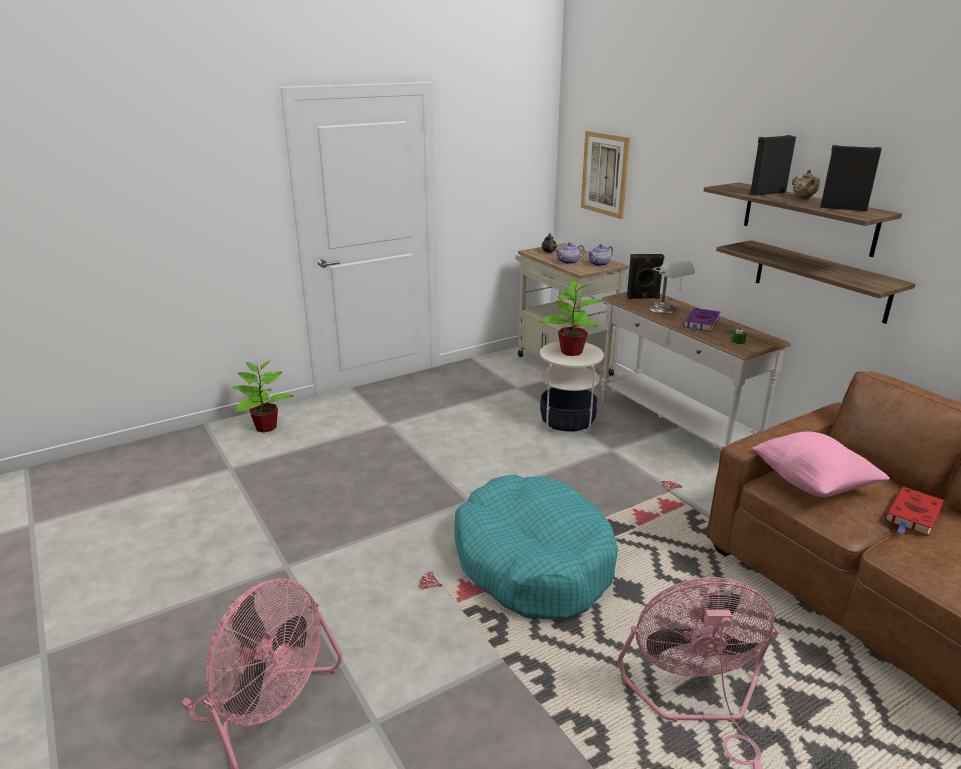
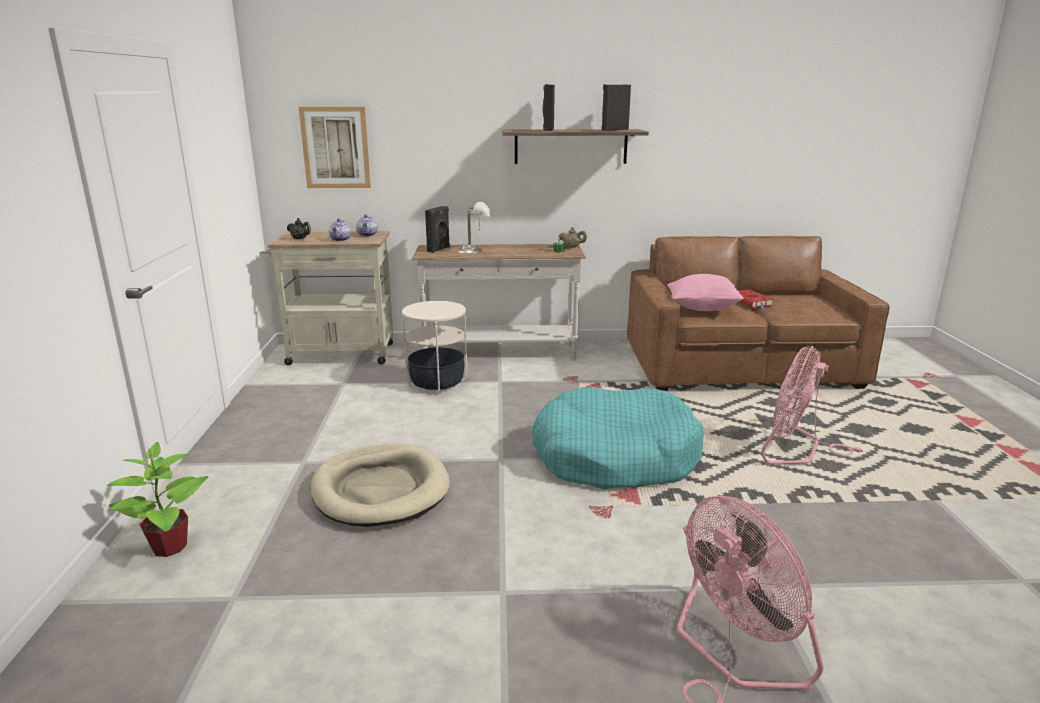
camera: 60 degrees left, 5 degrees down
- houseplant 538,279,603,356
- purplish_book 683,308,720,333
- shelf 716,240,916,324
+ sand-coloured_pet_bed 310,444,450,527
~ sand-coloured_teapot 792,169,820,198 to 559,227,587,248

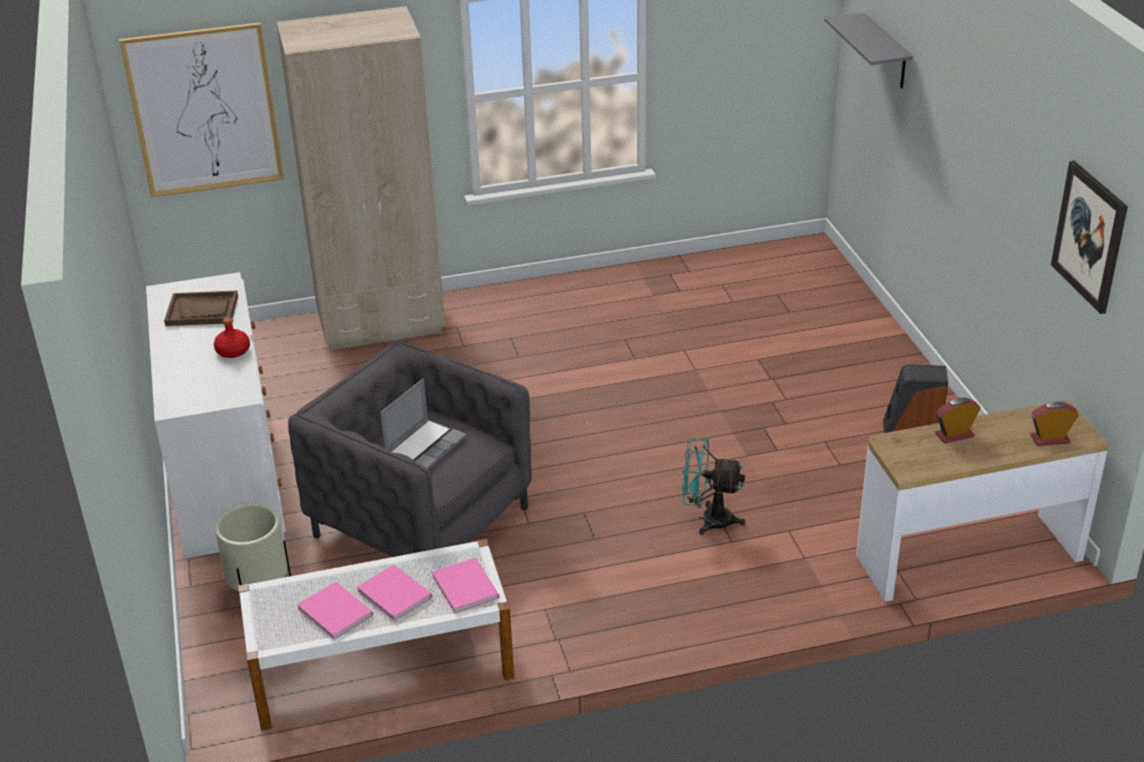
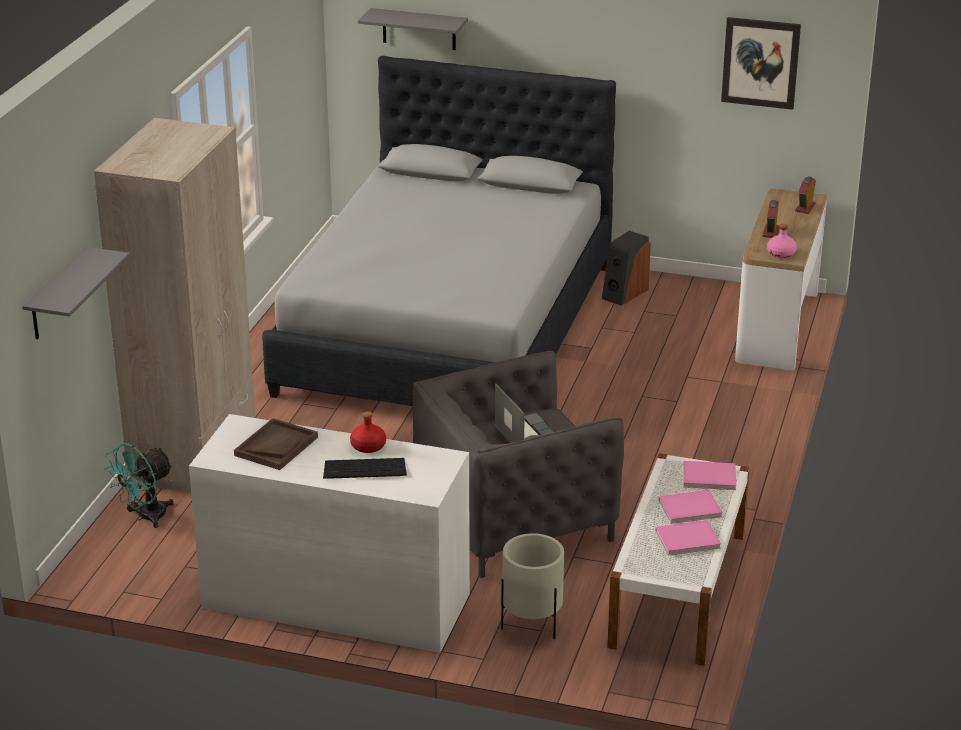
camera: 60 degrees left, 5 degrees down
+ greyish_bedroom_bed 262,56,616,406
+ PC_keyboard 323,458,407,479
+ pinkish_drink_bottle 767,224,797,258
~ blue-green_fan 681,438,745,535 to 104,443,174,528
~ wall_art 119,22,284,198 to greyish_shelf 22,247,130,339

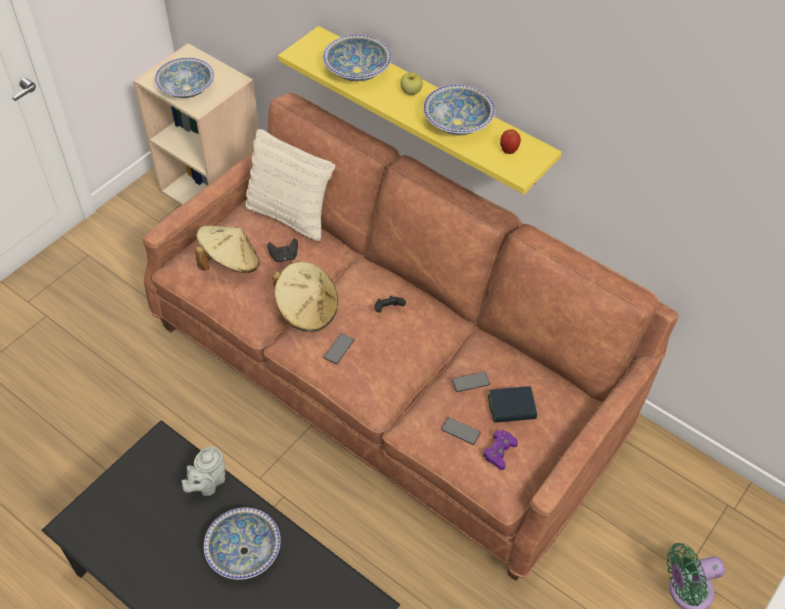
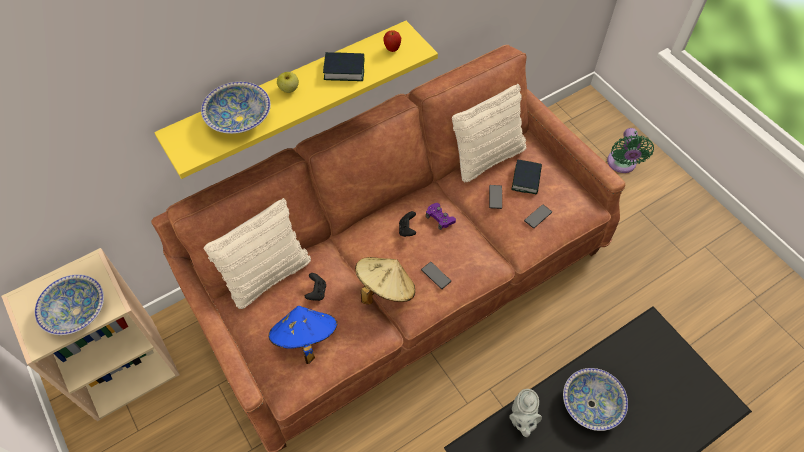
camera: 70 degrees left, 5 degrees up
+ sand-coloured_throw_pillow 451,84,527,182
~ purplish_gamepad 483,430,518,470 to 426,203,456,230
~ bowl 423,85,495,135 to book 323,52,364,81
~ sand-coloured_wearable_hat 195,225,260,273 to blue-coloured_wearable_hat 268,306,337,364
~ greyish_teapot 181,447,225,496 = 509,389,542,437 45 degrees clockwise

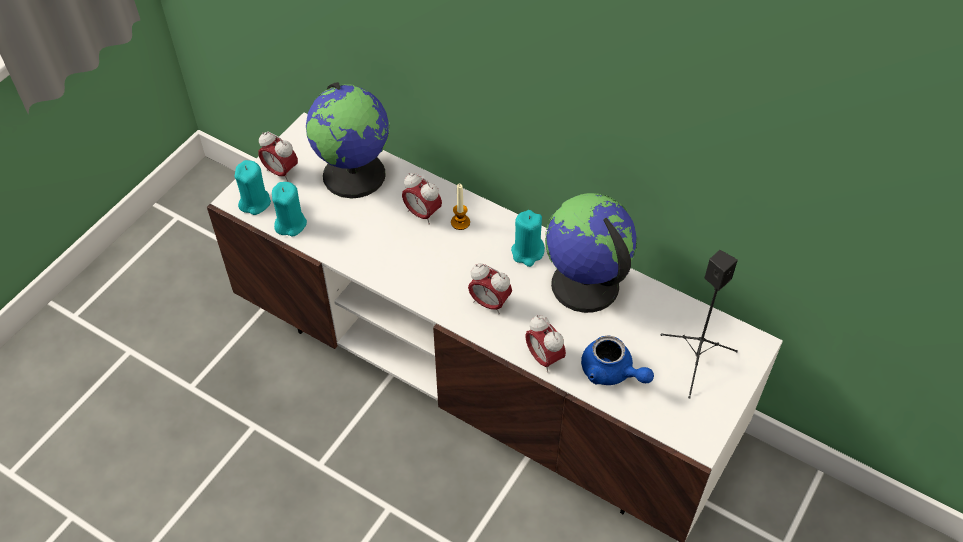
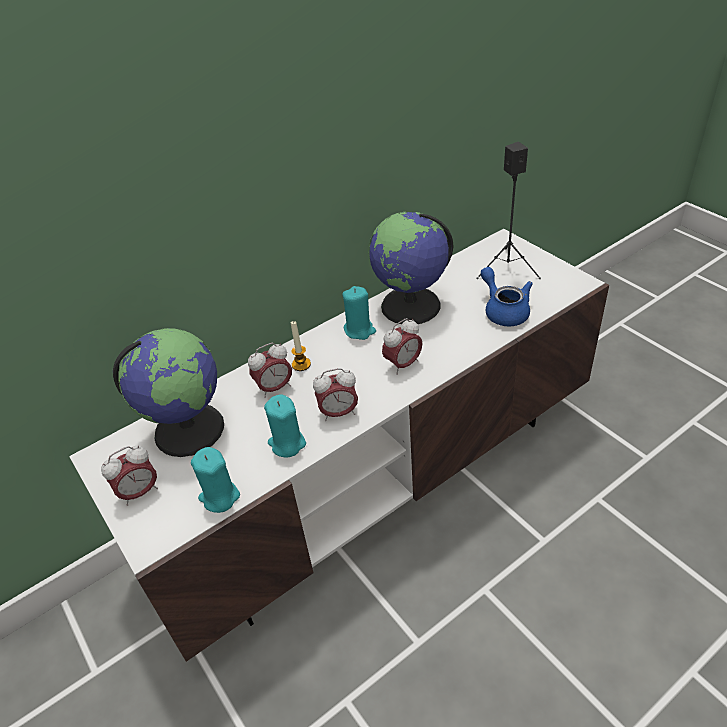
camera: 65 degrees left, 10 degrees down
~ blue-green_wax_candle 235,160,271,215 to 264,395,306,458
~ alarm_clock 525,315,566,373 to 313,368,358,421
~ blue-coloured_teapot 581,336,654,385 = 481,267,533,326 90 degrees counterclockwise

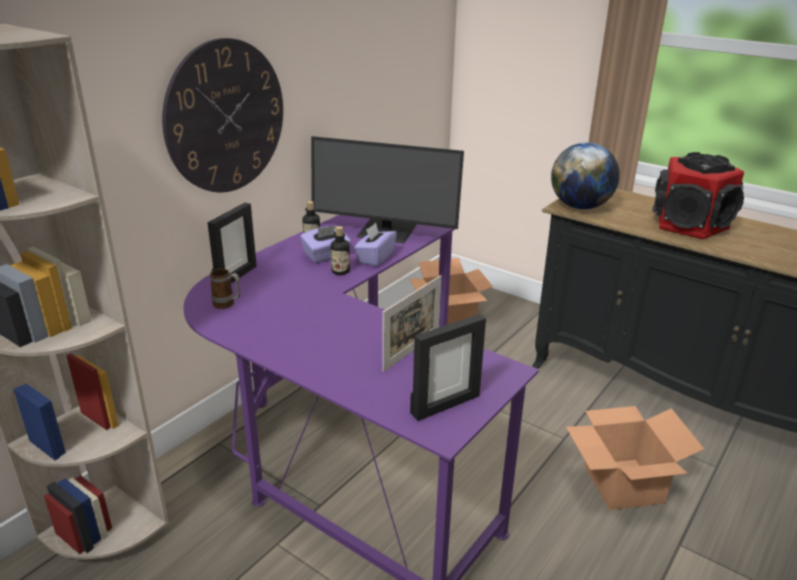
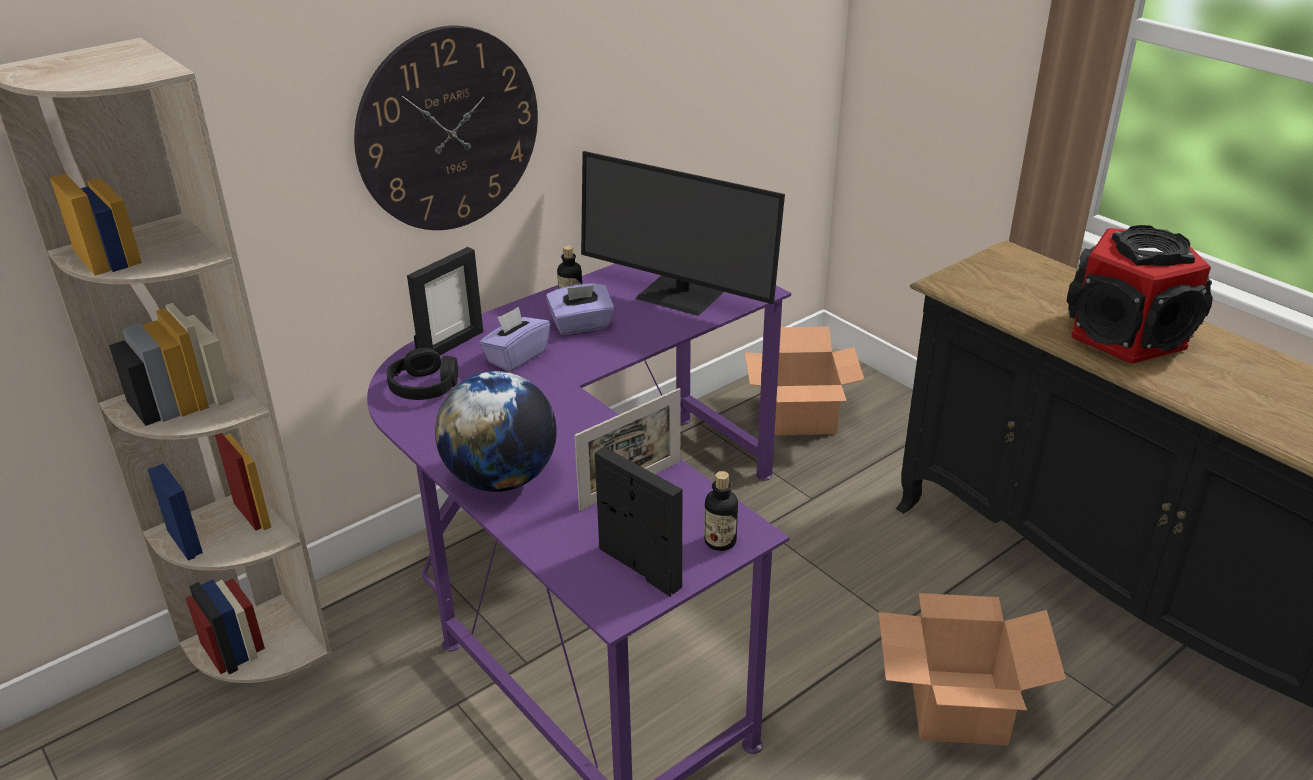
camera: 15 degrees right, 5 degrees up
~ drink_bottle 331,226,350,275 to 704,471,738,551
~ purplish_tissue_box 354,223,397,267 to 479,307,550,372
~ globe 551,142,620,209 to 435,371,557,492
~ coffee_mug 210,269,241,309 to black_pair_of_headphones 387,348,458,400
~ picture_frame 410,314,486,421 = 595,447,682,597 120 degrees counterclockwise

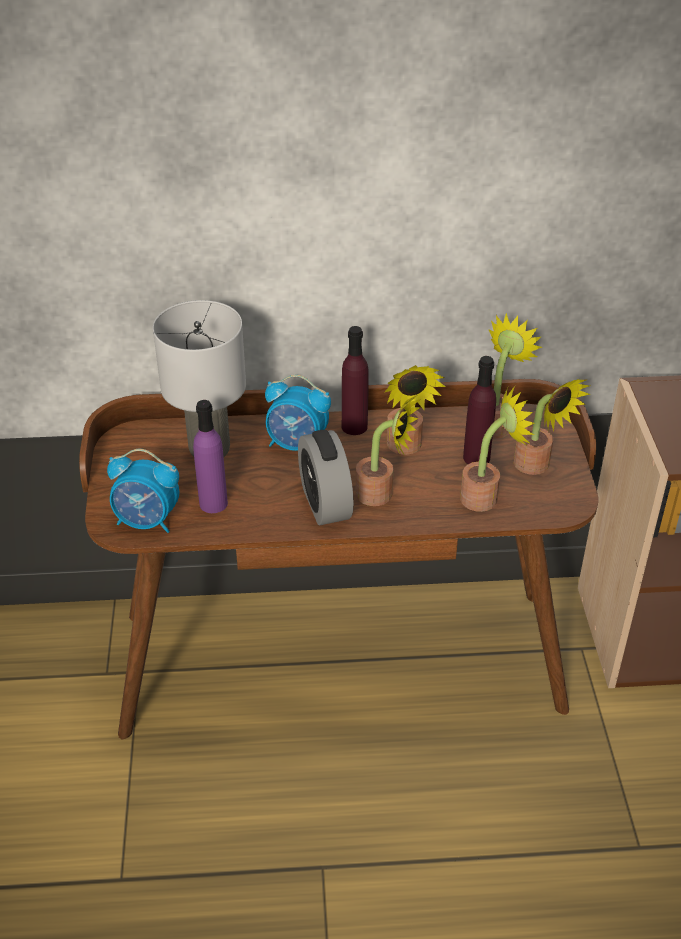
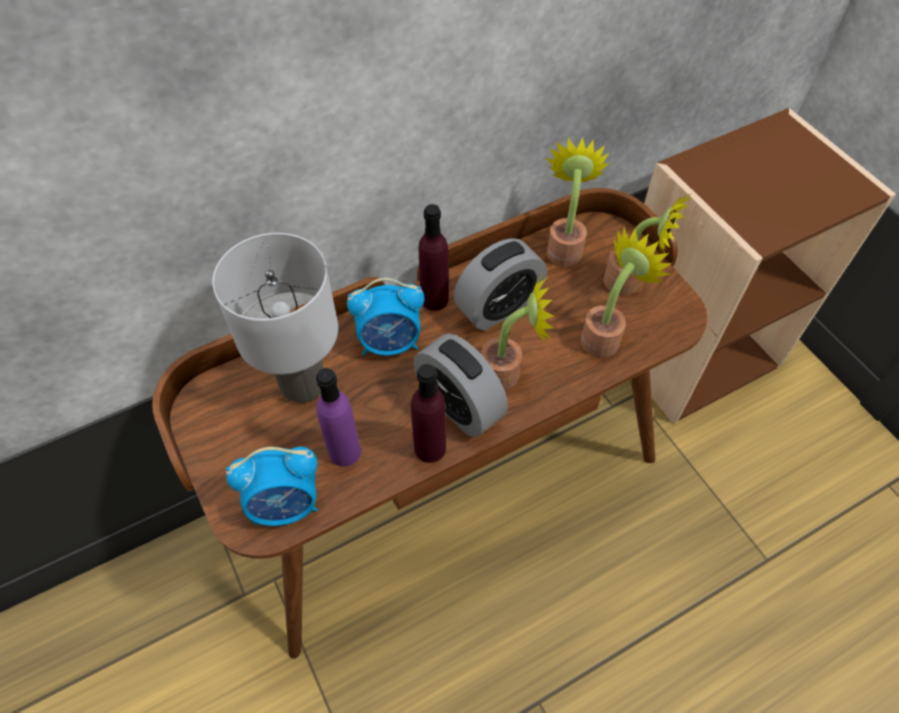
camera: 25 degrees left, 15 degrees up
~ purplish_drink_bottle 463,356,496,464 to 411,364,446,463
~ houseplant 384,365,446,455 to alarm_clock 454,238,547,330

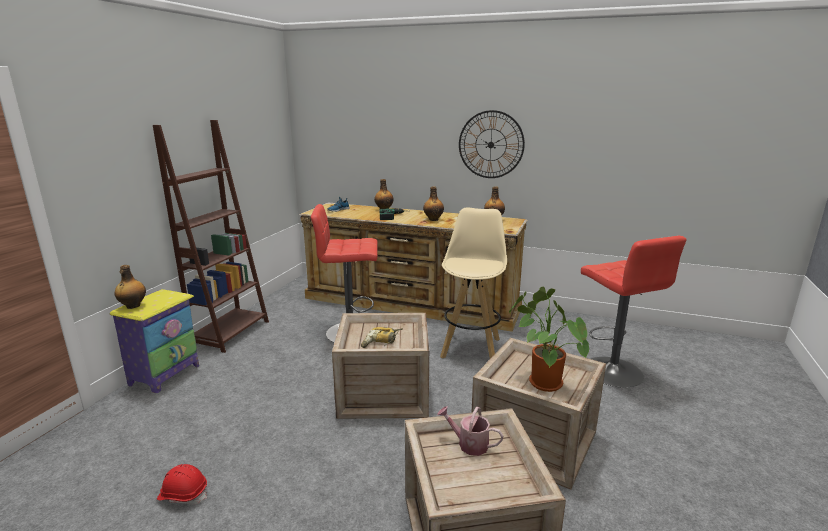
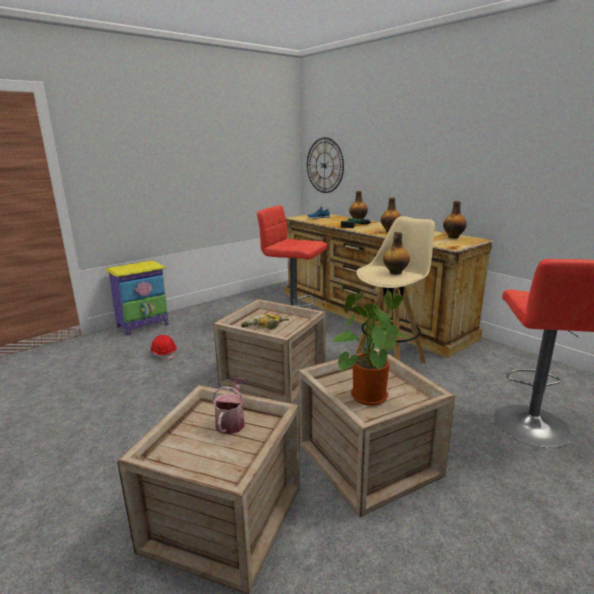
camera: 30 degrees right, 0 degrees up
- brown-coloured_shelving_unit 153,120,269,353
~ drink_bottle 115,265,146,309 to 383,232,410,275
~ reddish_safety_helmet 157,464,207,504 to 150,335,177,360
~ clock_on_the_wall 459,110,525,178 to 307,137,344,193
~ watering_pot 437,406,503,456 = 212,378,245,434 45 degrees clockwise

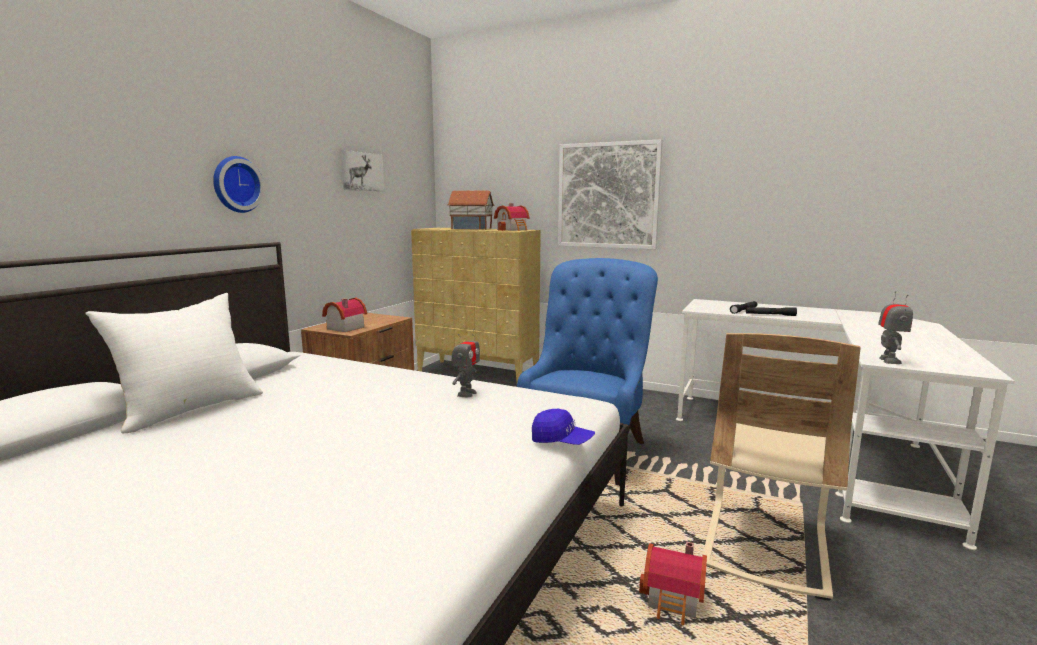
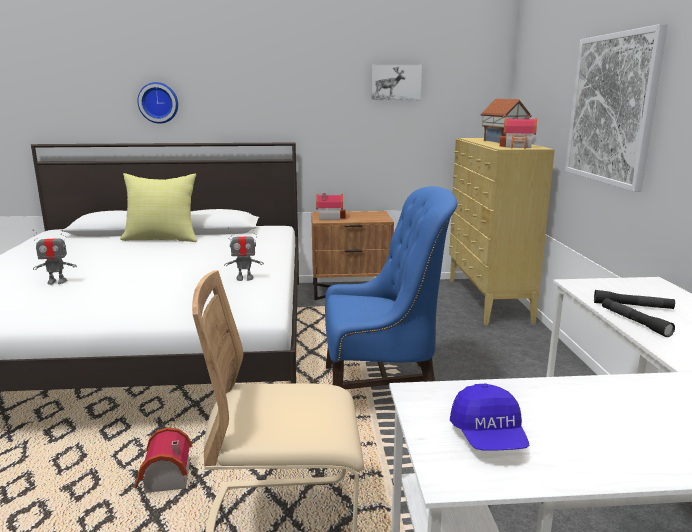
camera: 60 degrees right, 5 degrees up
~ clock_on_the_wall 213,156,264,213 to 137,82,178,124
~ blue-coloured_peaked_cap 532,409,595,445 to 450,383,529,451
~ toy_robot 878,291,913,364 to 33,229,77,285
~ white-coloured_throw_pillow 85,293,263,433 to yellow-coloured_throw_pillow 120,173,197,242

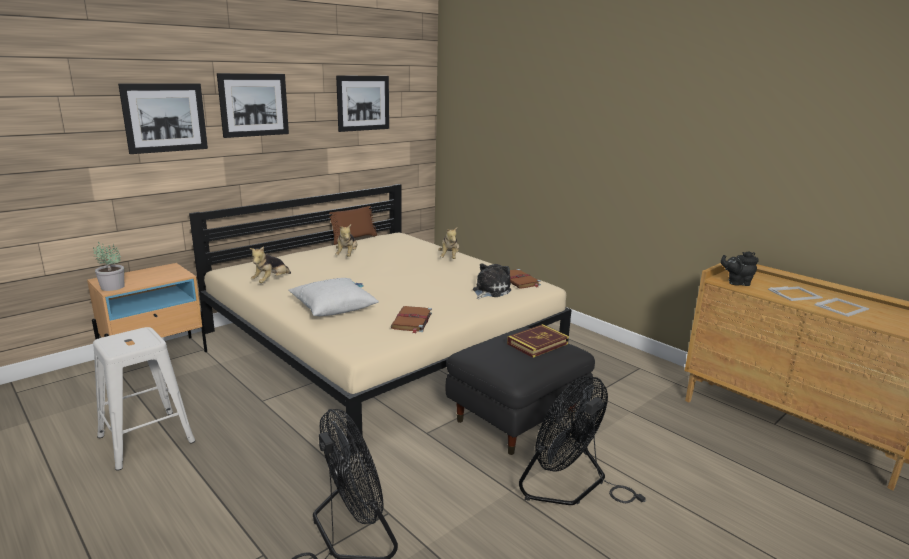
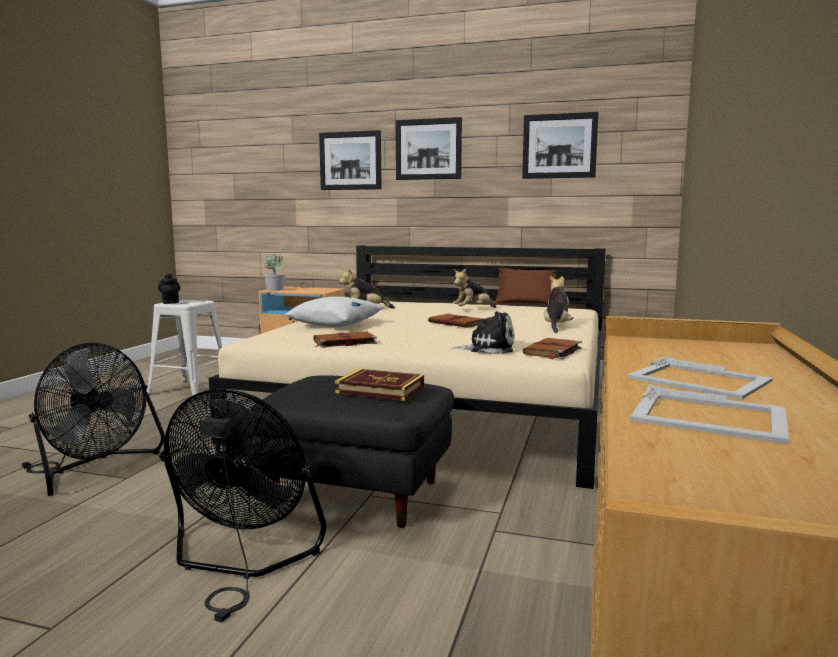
camera: 60 degrees right, 10 degrees down
+ brown-coloured_book 428,314,485,328
~ black_teapot 721,251,759,286 to 158,273,180,304
~ soft_toy 438,226,459,259 = 544,275,574,333 135 degrees clockwise

